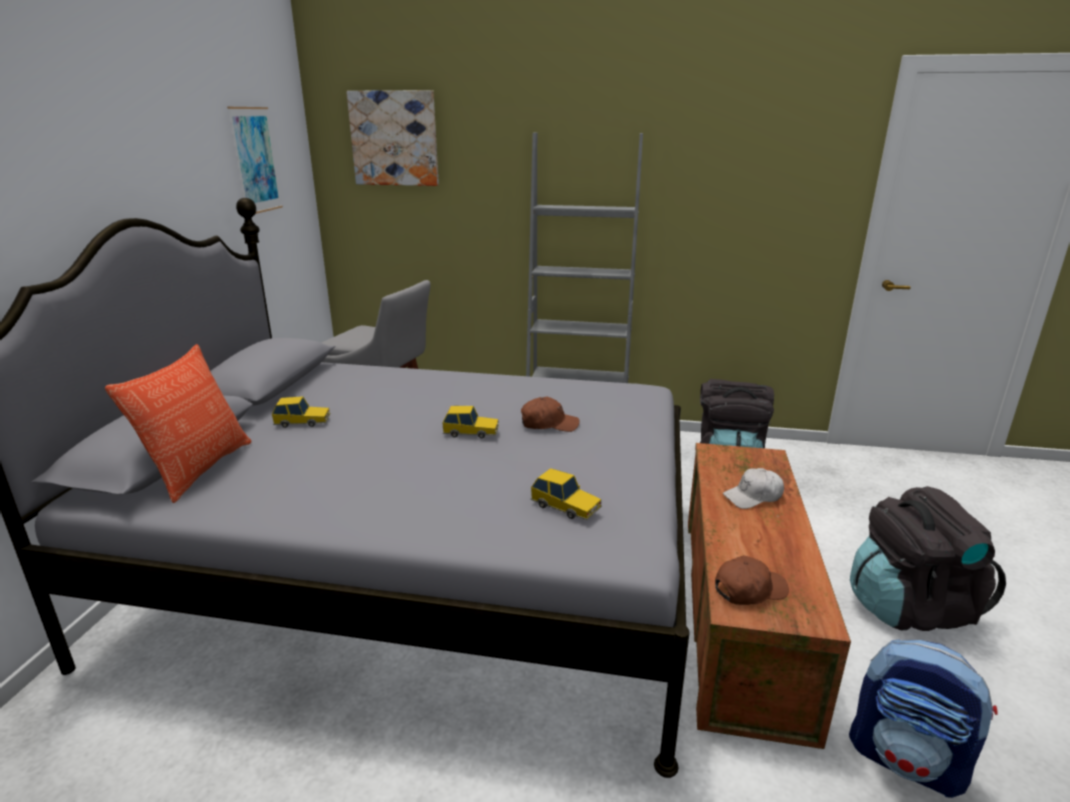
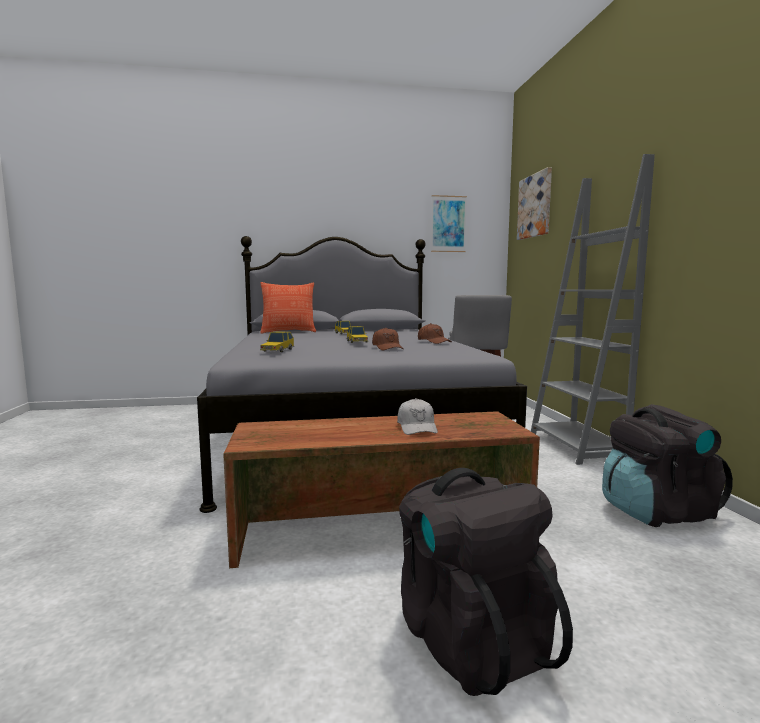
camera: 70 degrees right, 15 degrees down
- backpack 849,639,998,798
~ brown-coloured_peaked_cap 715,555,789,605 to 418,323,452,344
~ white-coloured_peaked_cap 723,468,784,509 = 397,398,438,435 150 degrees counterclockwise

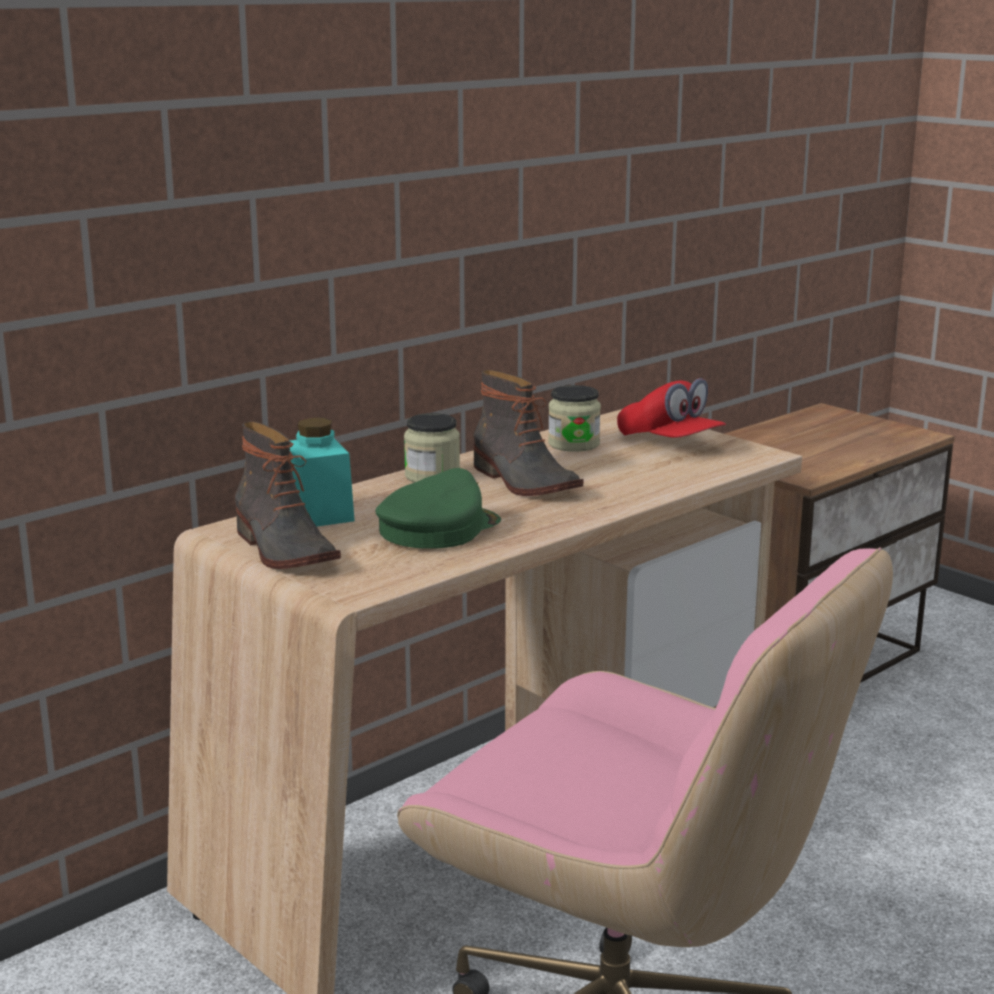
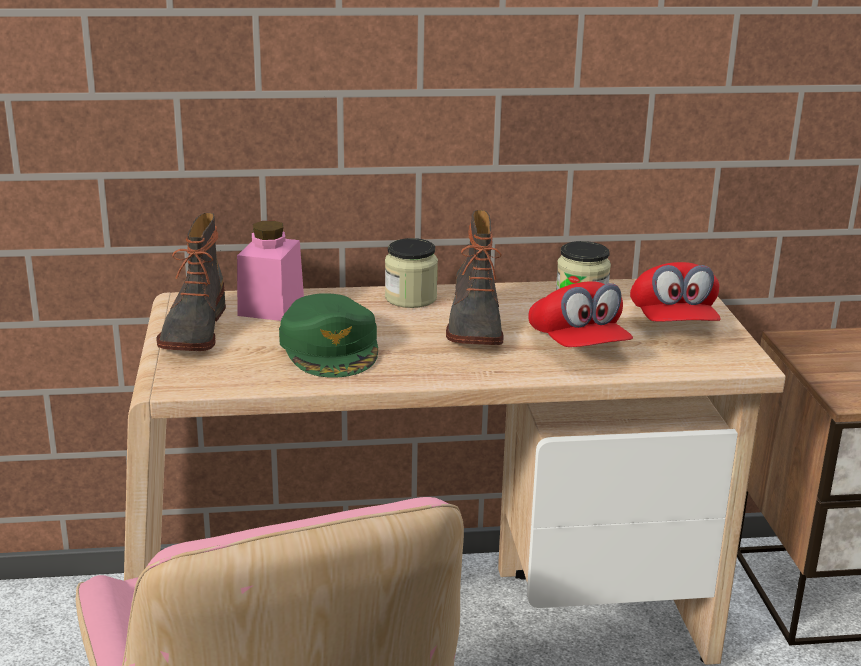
camera: 35 degrees right, 5 degrees up
+ reddish_peaked_cap 528,281,633,347
~ blue-green_storage_jar 289,418,355,527 to pinkish_storage_jar 237,220,304,321
~ greenish_peaked_cap 376,468,501,549 = 279,293,378,378 90 degrees clockwise

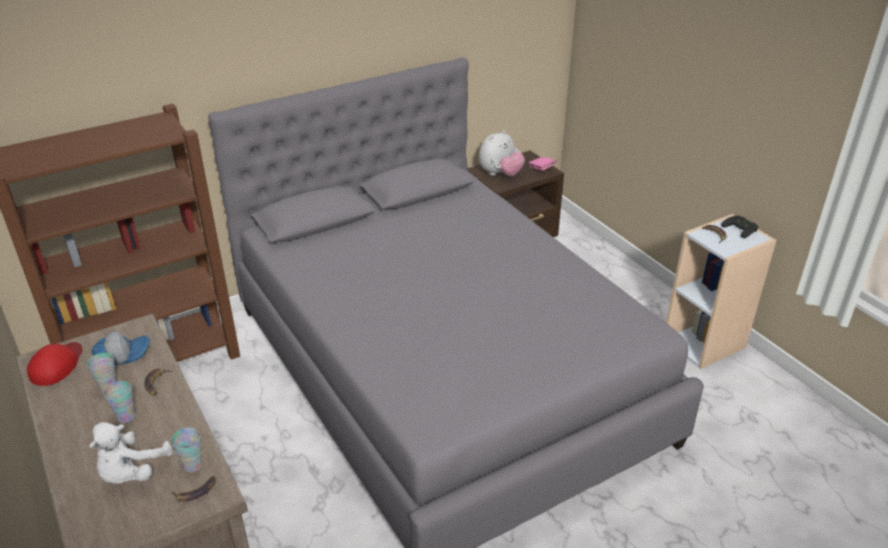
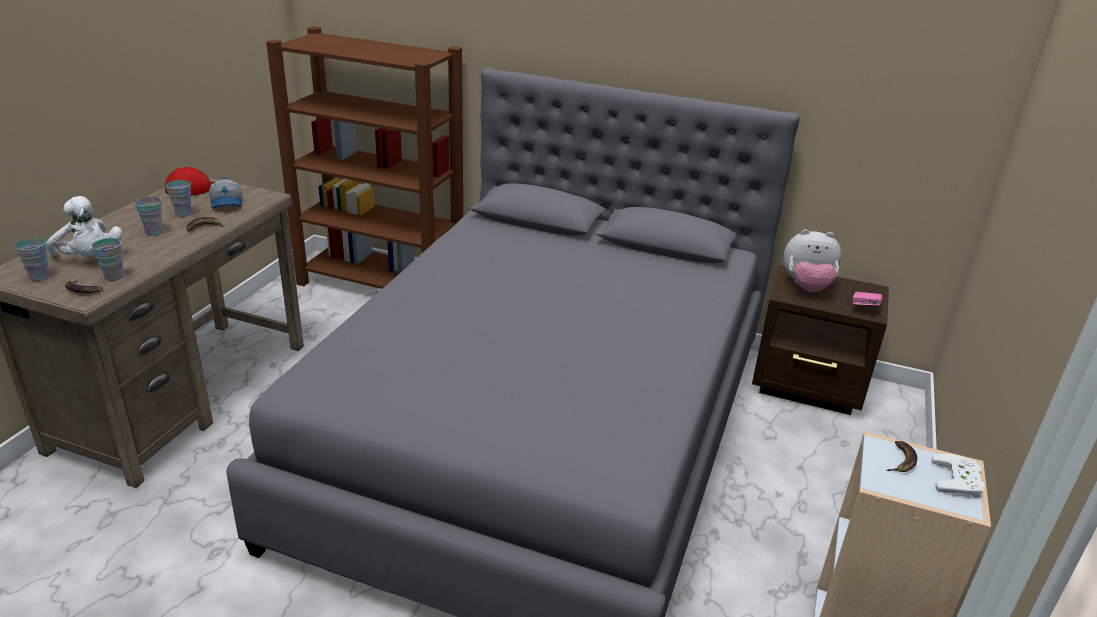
camera: 50 degrees right, 5 degrees down
+ drinking_cup 15,238,50,281
~ black_gamepad 721,215,759,238 to white-coloured_gamepad 932,454,984,498
~ white-coloured_soft_toy 89,422,173,484 = 46,196,123,256 120 degrees counterclockwise
~ peaked_cap 92,331,150,365 = 209,177,242,209 45 degrees clockwise

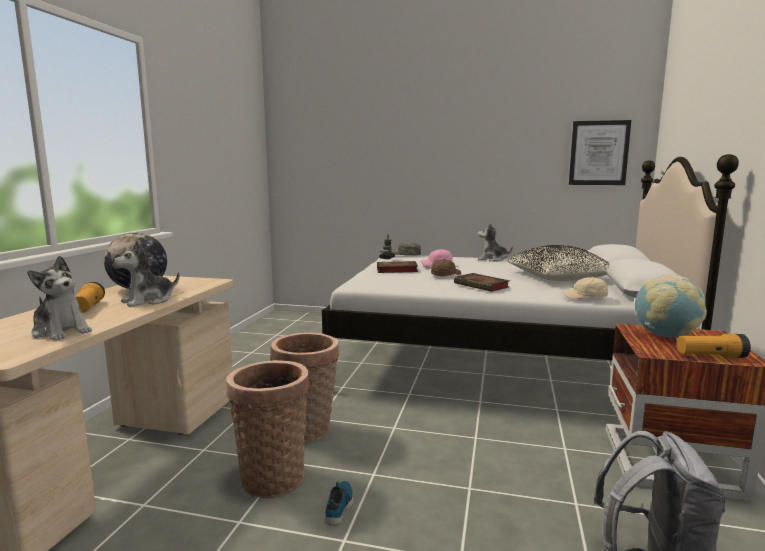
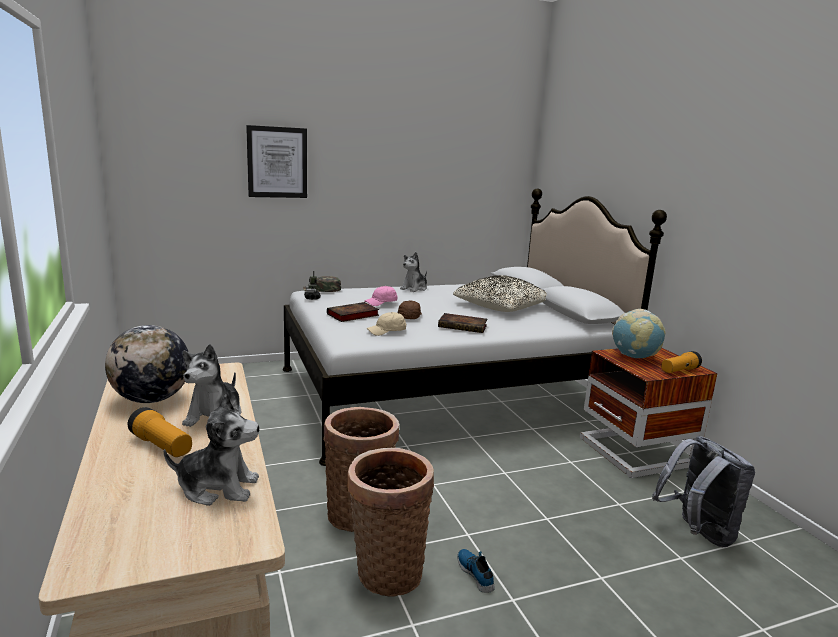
camera: 35 degrees left, 5 degrees up
~ sand-coloured_peaked_cap 562,277,608,300 to 367,312,406,336
~ wall_art 569,120,631,185 to 246,125,307,198
~ soft_toy 478,223,513,261 = 400,252,427,292 45 degrees counterclockwise

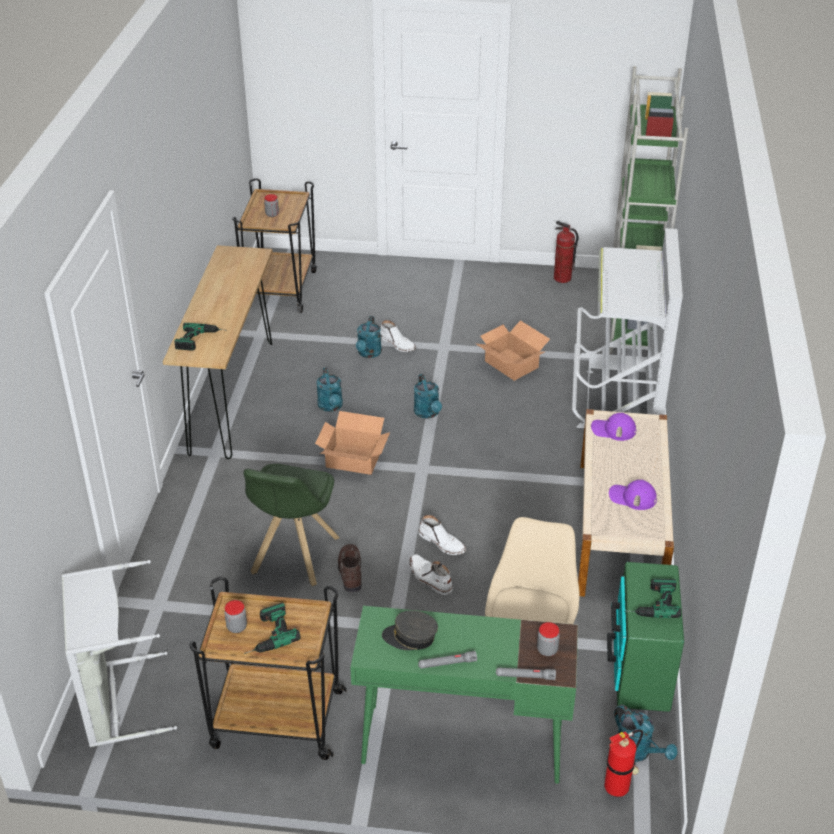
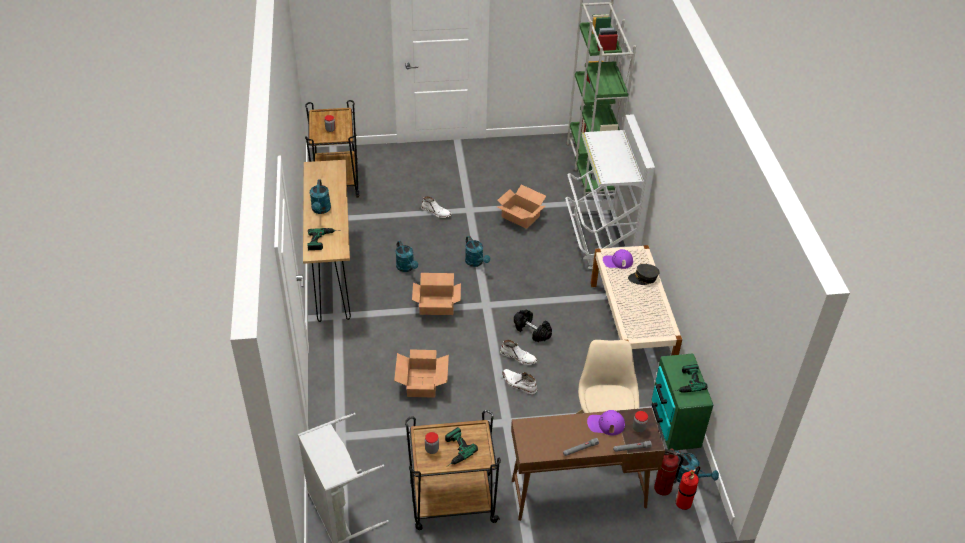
camera: 15 degrees left, 5 degrees up
- brown-coloured_high-top_boot 337,544,362,592
+ black_hand_weight 514,310,552,342
~ blue-green_watering_pot 356,316,382,358 to 310,180,331,214
~ greyish_peaked_cap 382,610,438,650 to 628,264,660,285
~ extinguisher 554,221,578,283 to 654,449,684,495
~ purplish_peaked_cap 609,480,657,510 to 587,410,625,435
~ greenish_plain_chair 243,464,339,586 to packing_box 394,349,449,398
~ greenish_desk_unit 350,606,578,784 to brown-coloured_desk_unit 511,407,665,521

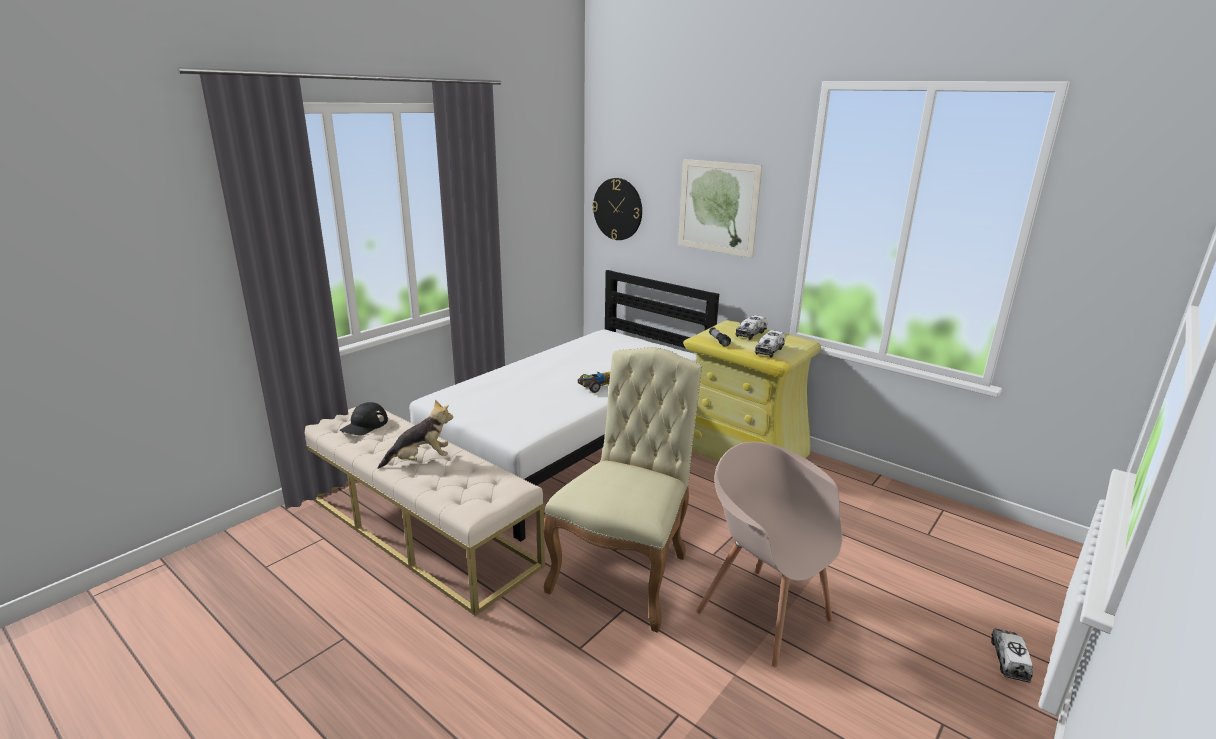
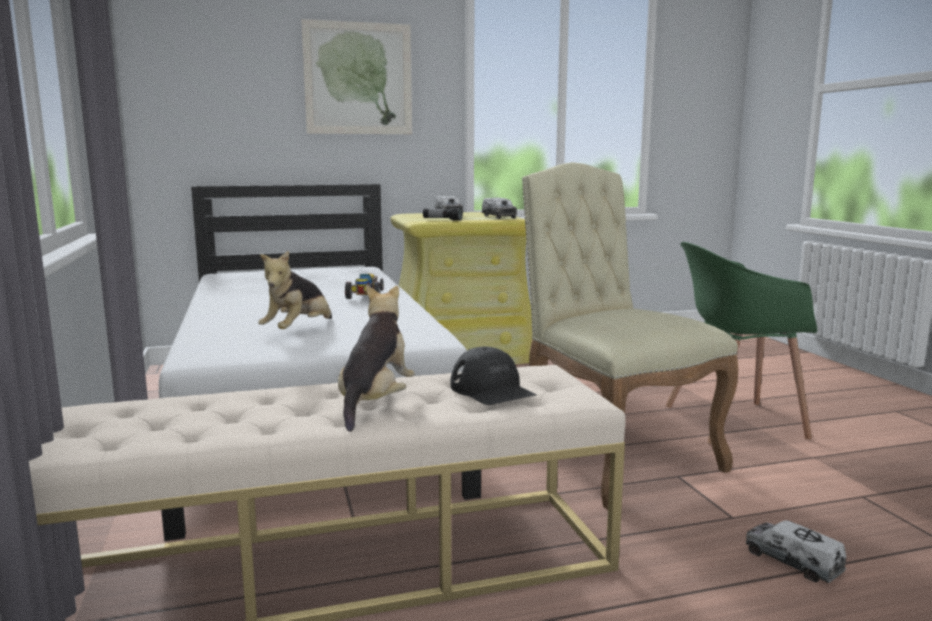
camera: 55 degrees left, 10 degrees down
- clock_on_the_wall 592,178,642,240
+ soft_toy 258,251,332,329
~ black_peaked_cap 340,402,388,436 to 450,347,537,405
~ toy_truck 991,629,1033,683 to 746,520,846,583
~ sand-coloured_plain_chair 696,442,842,667 to greenish_plain_chair 666,242,817,445

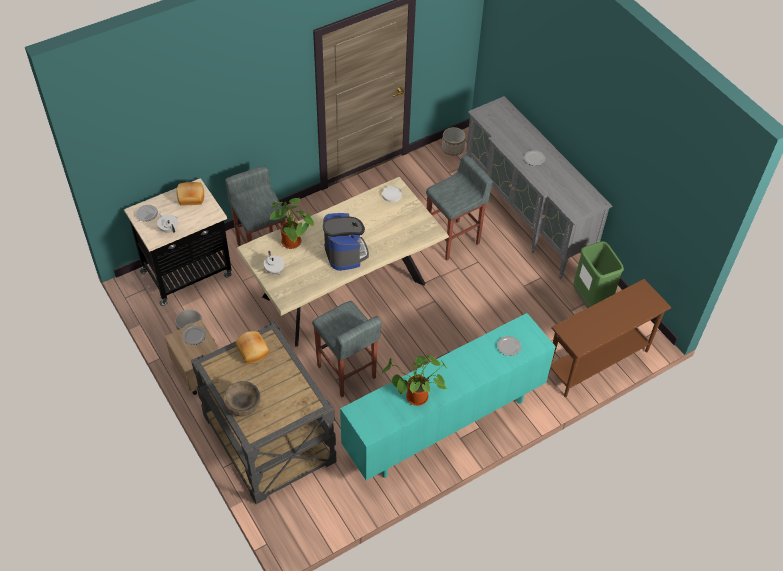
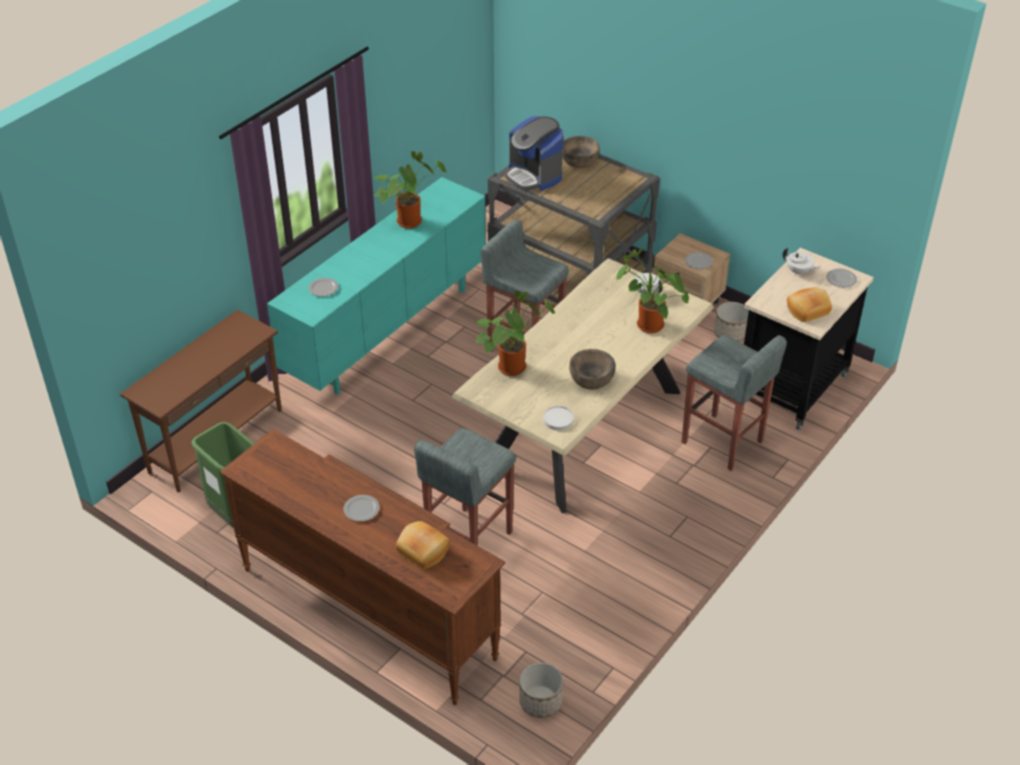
camera: 160 degrees right, 10 degrees down
+ houseplant 475,291,555,376
+ brown-coloured_bowl 569,349,616,390
~ bakery_bread 235,331,269,364 to 396,521,450,570
~ coffee_maker 323,213,369,271 to 505,116,563,191
~ greyish_cupboard 466,96,612,279 to brown-coloured_cupboard 219,429,505,705

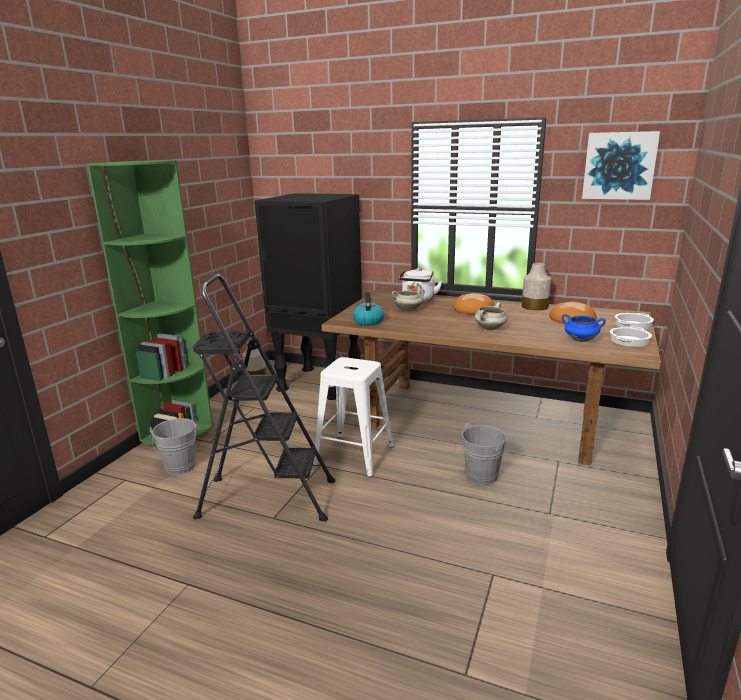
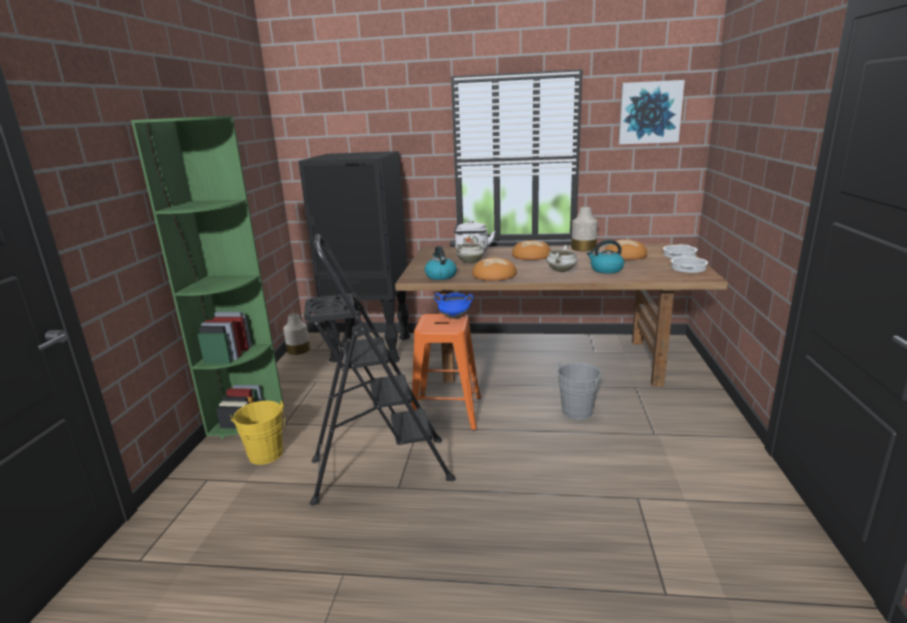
camera: 15 degrees left, 0 degrees up
+ bakery_bread 472,257,517,281
+ water_kettle 587,239,624,274
~ blue-coloured_cooking_pot 562,314,606,342 to 434,293,474,319
~ greyish_pail 150,418,198,475 to yellow-coloured_pail 230,401,285,465
~ white-coloured_sitting_stool 313,357,394,477 to orange-coloured_sitting_stool 411,314,481,431

